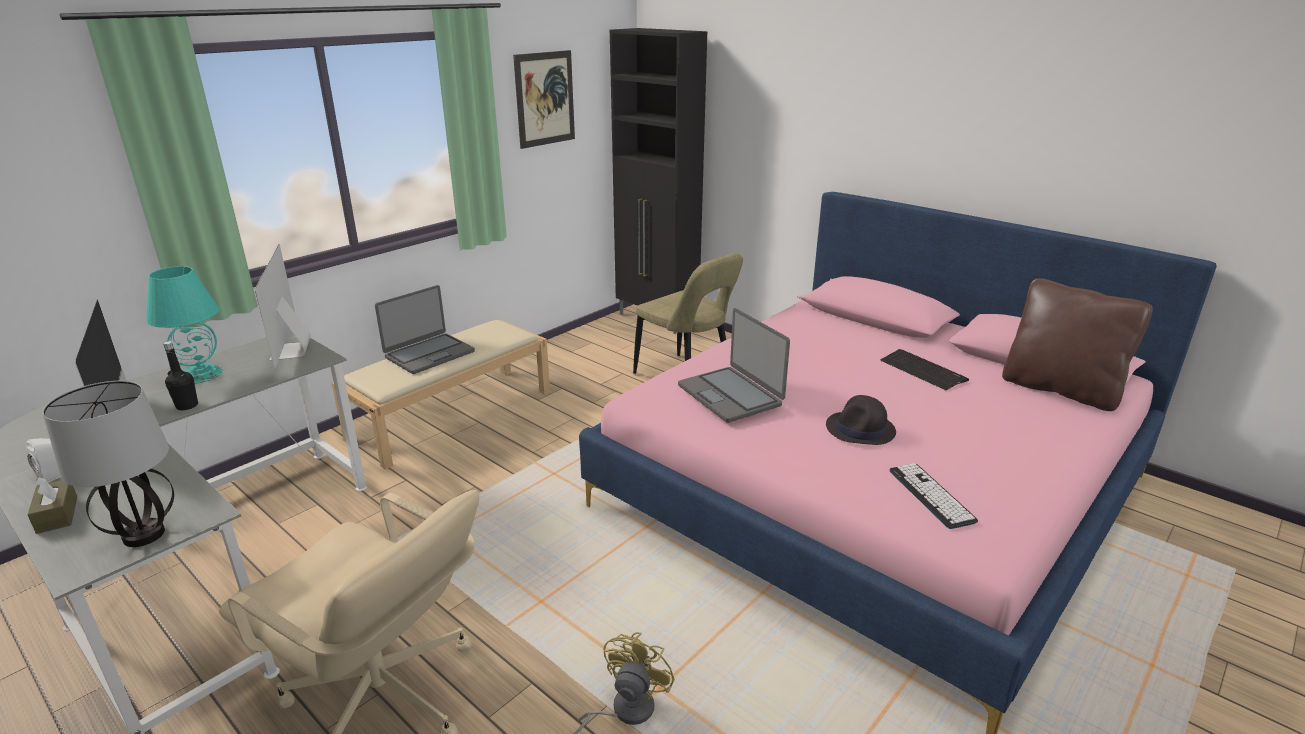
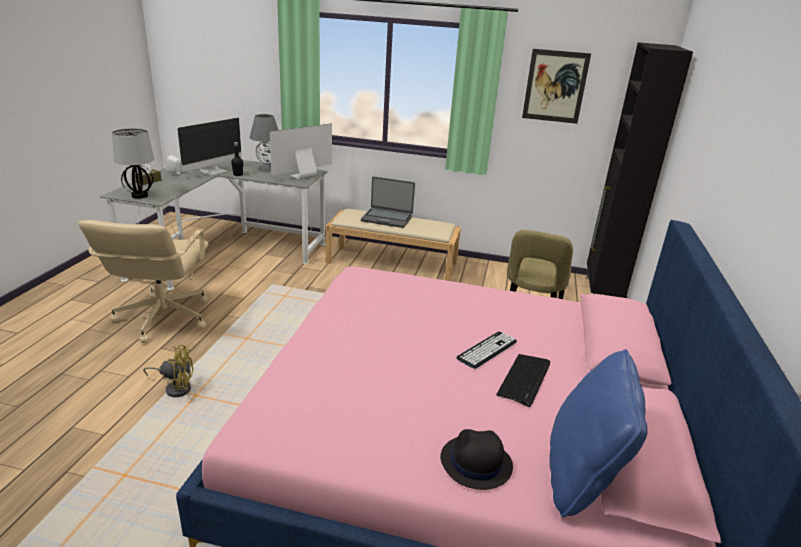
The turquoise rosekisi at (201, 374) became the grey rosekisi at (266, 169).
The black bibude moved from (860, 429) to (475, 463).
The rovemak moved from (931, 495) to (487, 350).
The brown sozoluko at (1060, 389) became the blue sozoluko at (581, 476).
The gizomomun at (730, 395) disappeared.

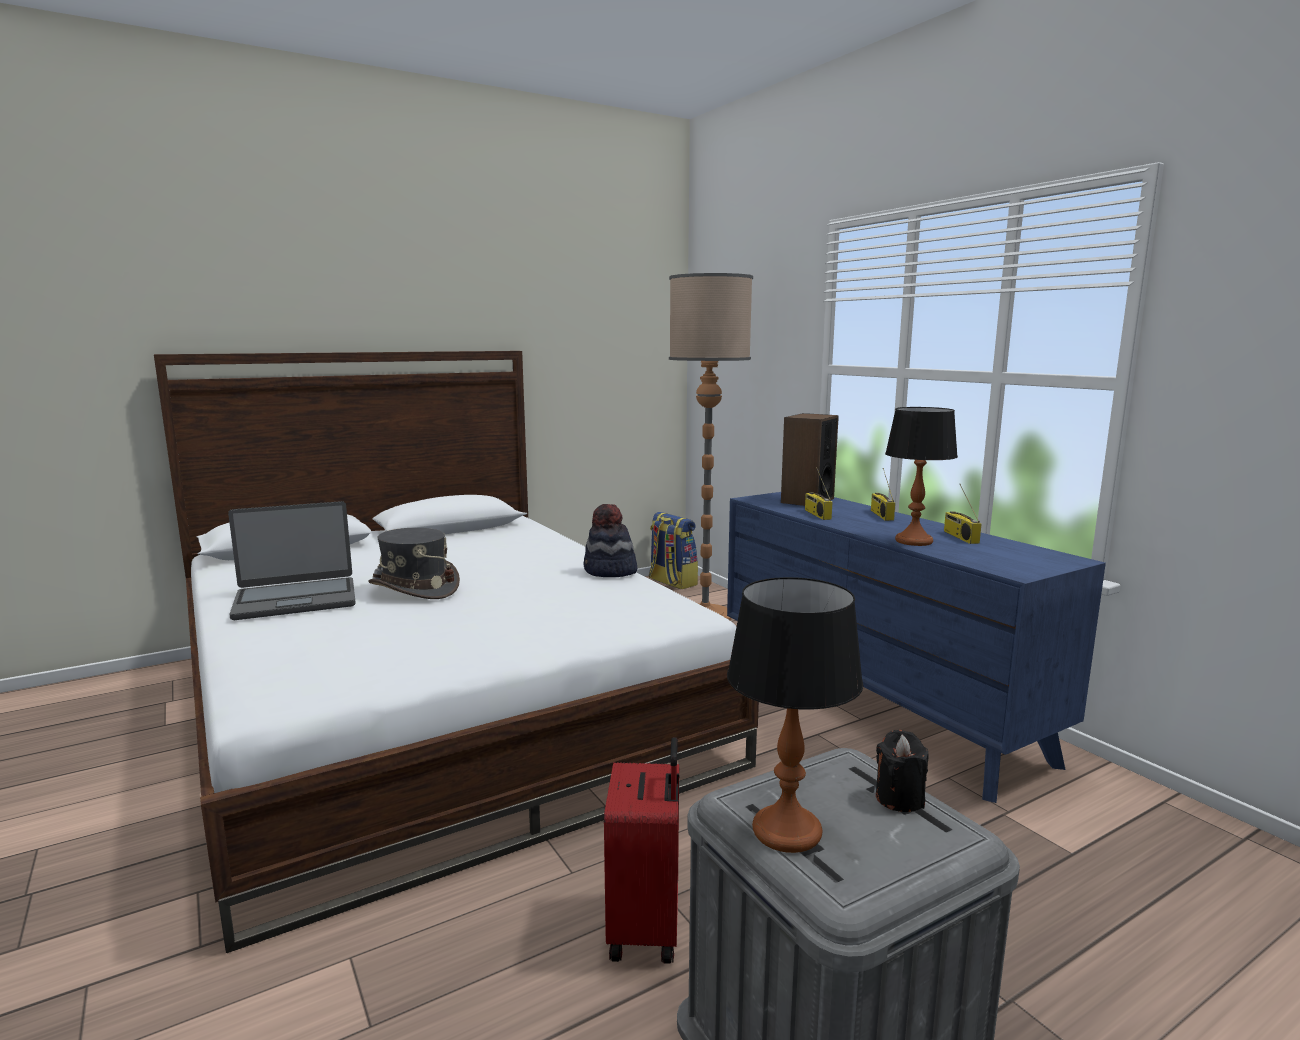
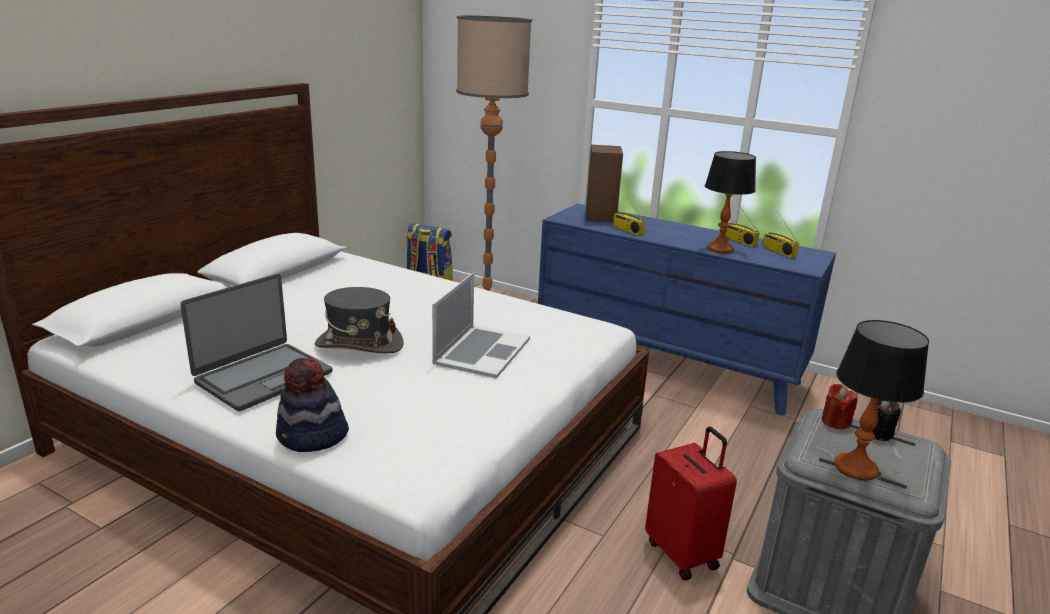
The bibude moved from (610, 571) to (312, 437).
The gizomomun at (482, 351) appeared.
The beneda moved from (880, 515) to (778, 251).
The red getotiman at (835, 422) appeared.

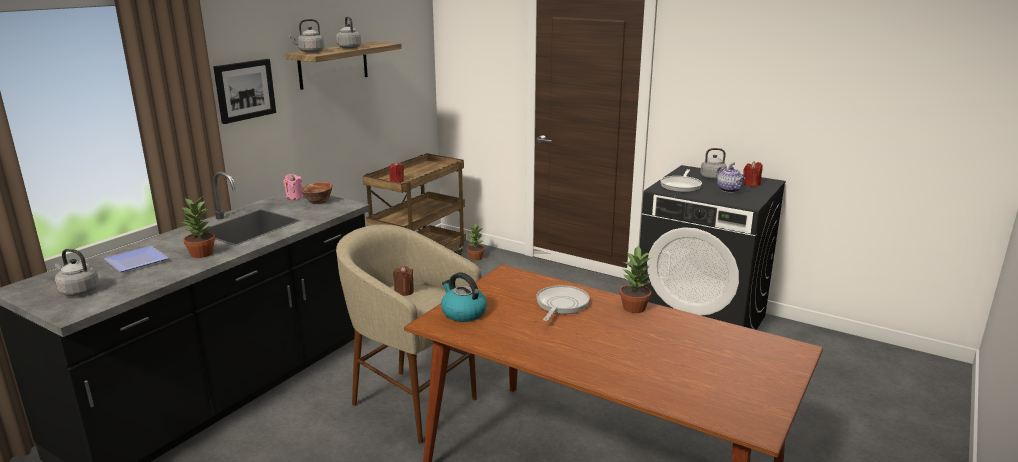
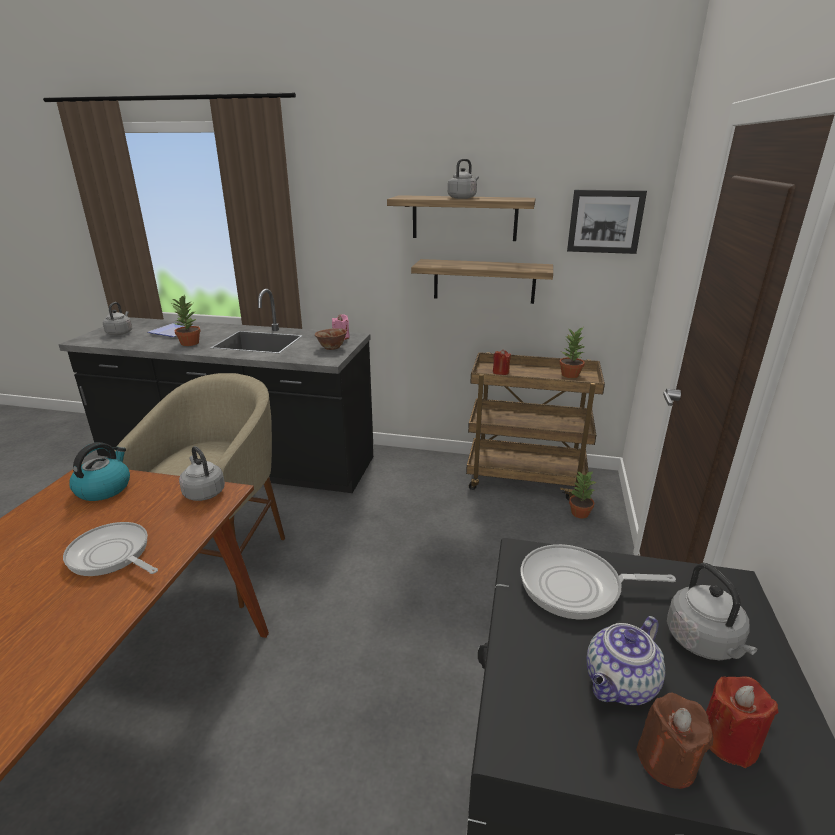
The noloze at (561, 305) turned 150 degrees counterclockwise.
The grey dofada moved from (310, 52) to (203, 492).
The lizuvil at (484, 281) appeared.
The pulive moved from (634, 308) to (570, 375).
The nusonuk moved from (244, 90) to (605, 221).
The brown getotiman moved from (404, 292) to (667, 760).

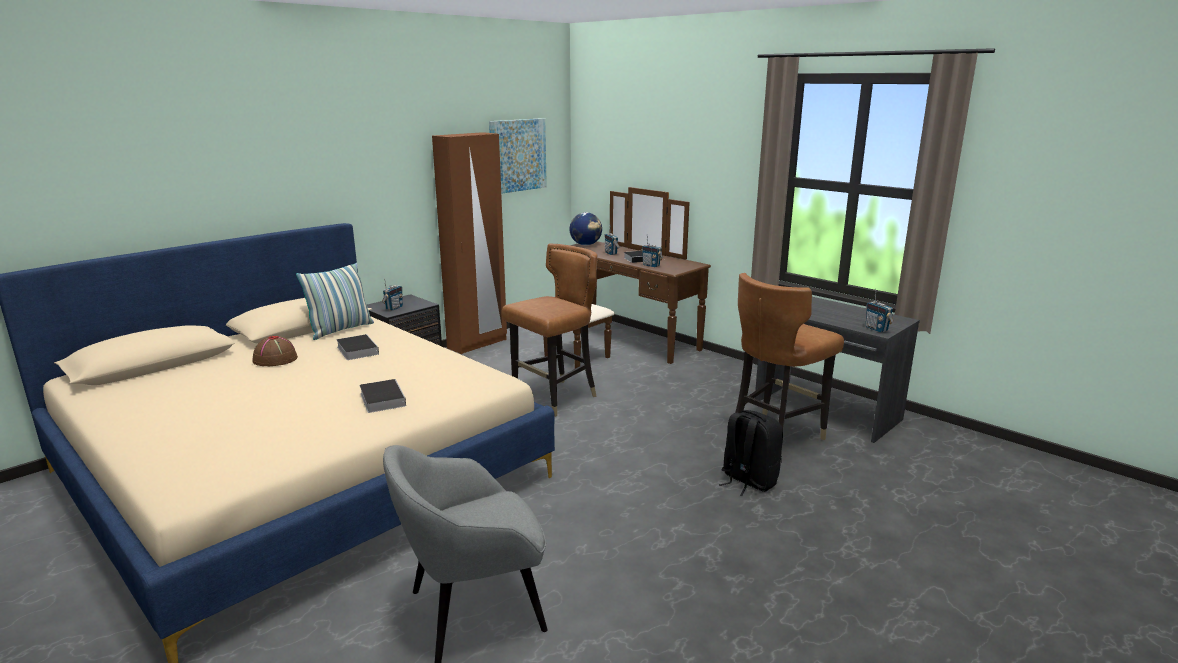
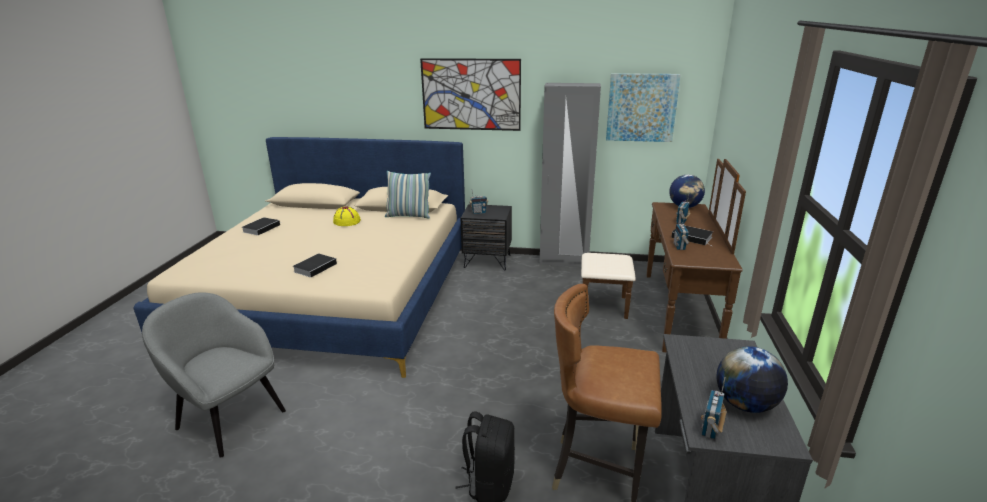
The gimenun moved from (357, 350) to (262, 228).
The brown bibude at (275, 359) became the yellow bibude at (346, 221).
The nusonuk at (471, 94) appeared.
The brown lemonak at (477, 344) became the grey lemonak at (564, 262).
The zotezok at (745, 405) appeared.
The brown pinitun at (555, 398) disappeared.

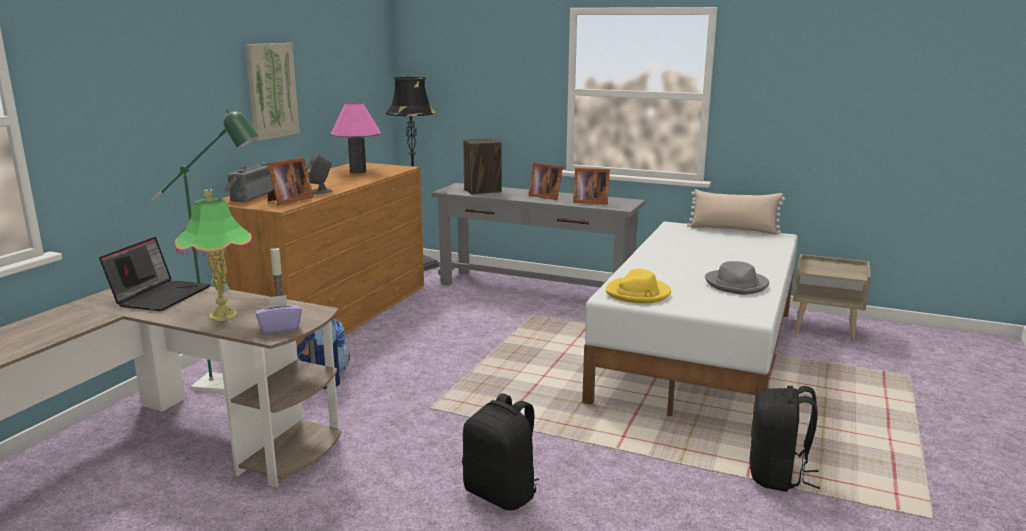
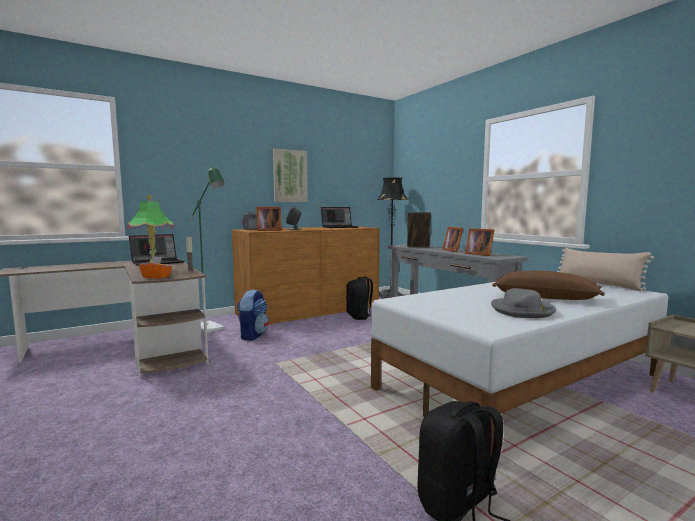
The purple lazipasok at (279, 328) became the orange lazipasok at (156, 277).
The pink rosekisi at (358, 171) was replaced by the gizomomun at (340, 227).
The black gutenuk moved from (502, 494) to (359, 317).
The brown sozoluko at (545, 297) appeared.
The yellow bibude at (638, 293) disappeared.

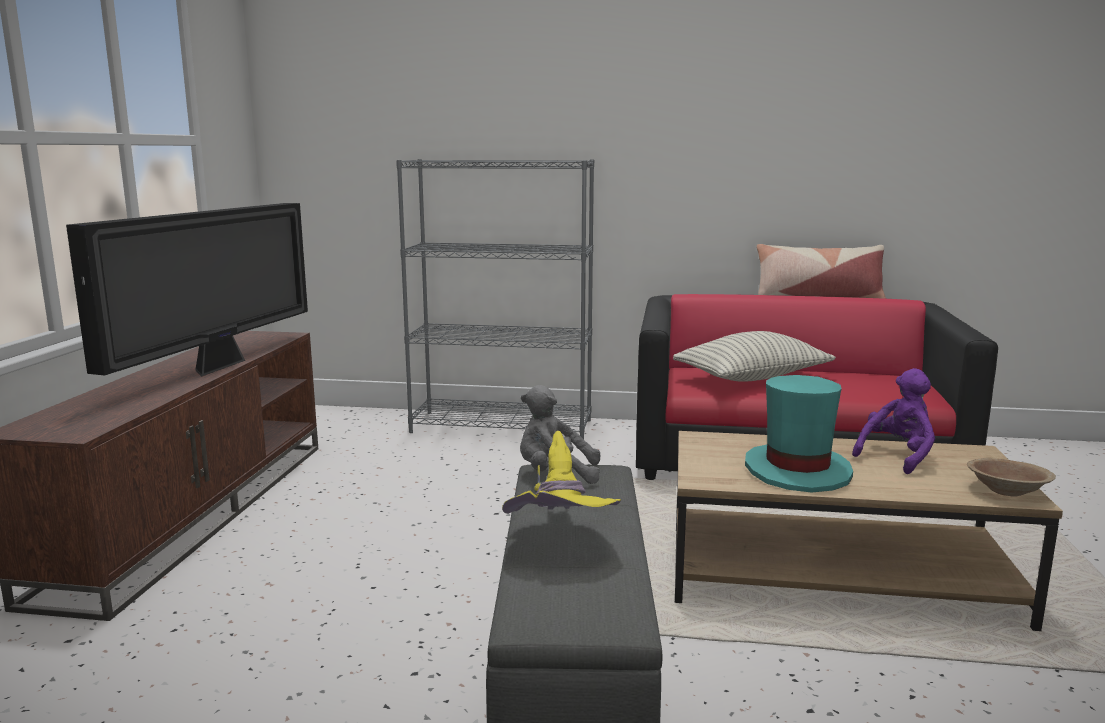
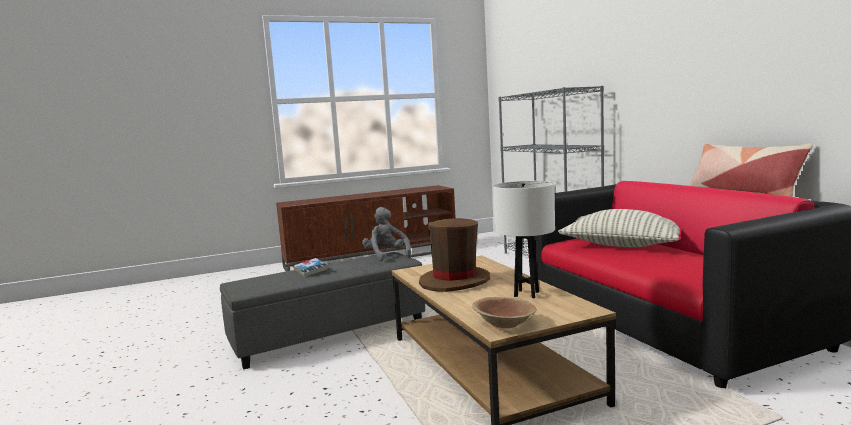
The yellow bibude at (559, 542) was replaced by the gimenun at (311, 271).
The turquoise bibude at (797, 470) became the brown bibude at (455, 281).
The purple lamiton at (897, 456) was replaced by the white rosekisi at (527, 294).
The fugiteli at (219, 366) disappeared.

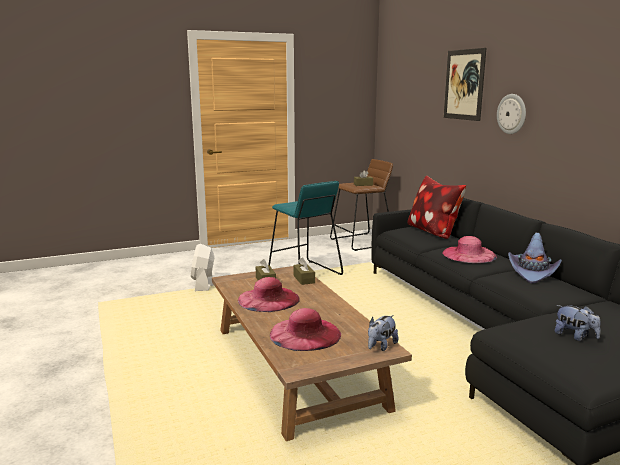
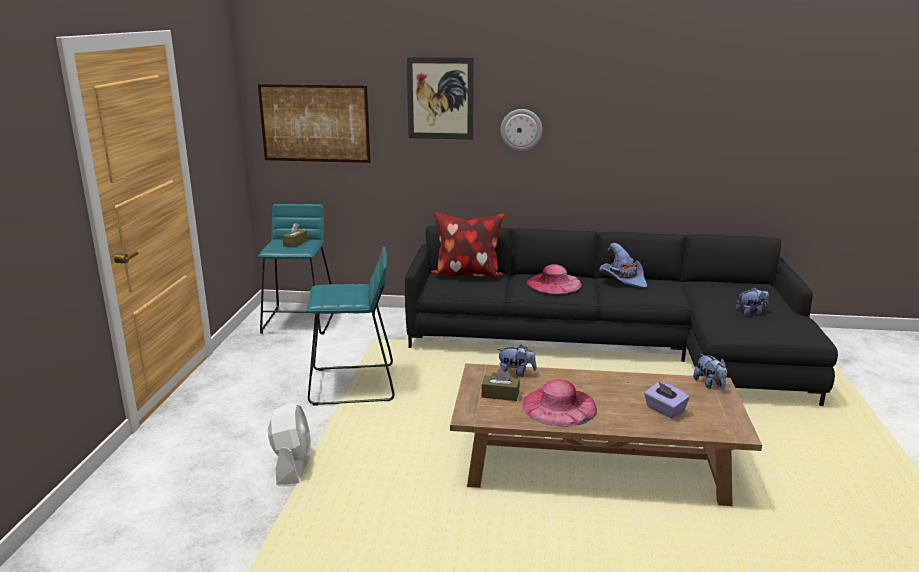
The nusonuk at (315, 123) appeared.
The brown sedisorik at (361, 242) became the turquoise sedisorik at (300, 321).
The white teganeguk at (203, 284) turned 120 degrees counterclockwise.
The brown lazipasok at (304, 279) was replaced by the lamiton at (516, 373).
The pink bibude at (305, 334) was replaced by the purple lazipasok at (664, 410).

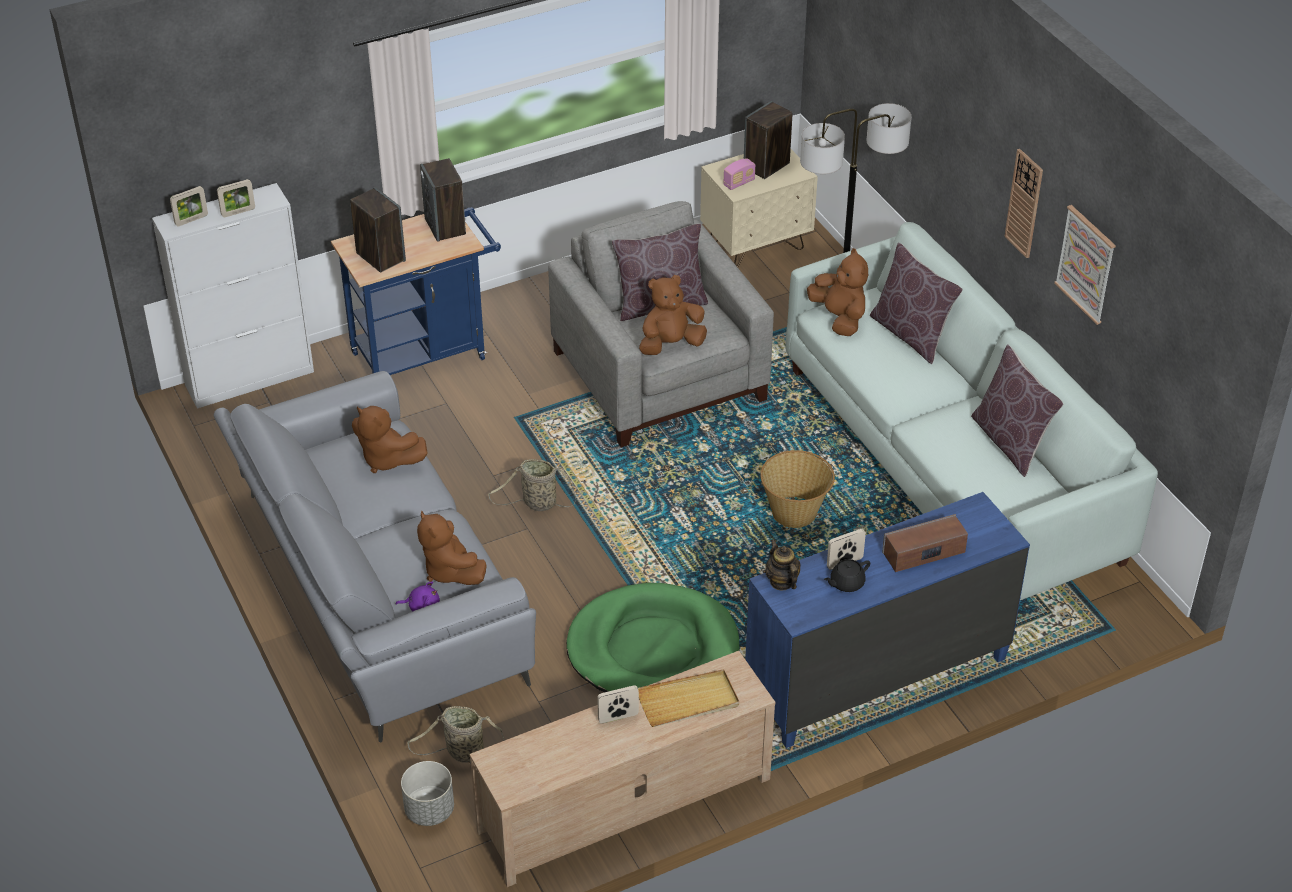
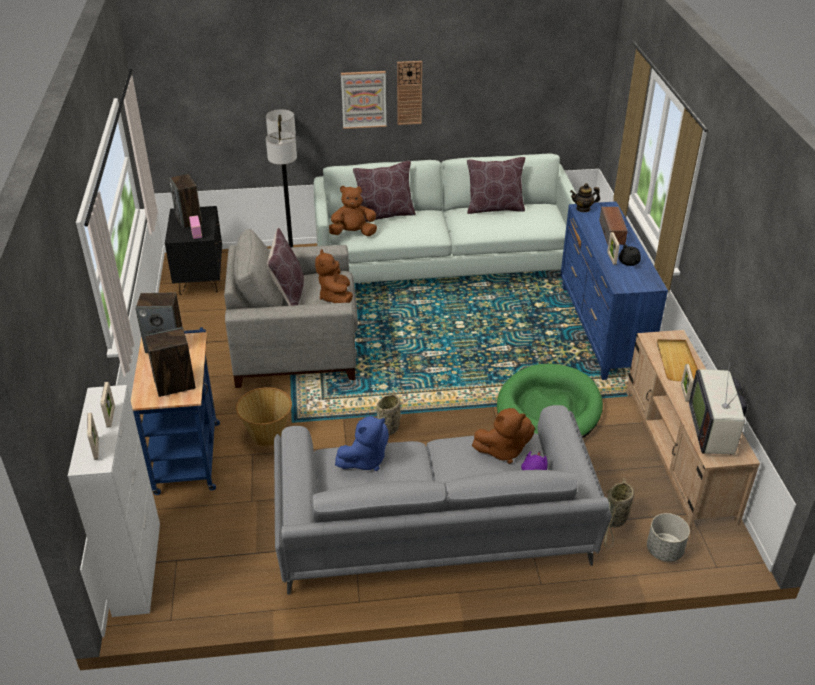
The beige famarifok at (756, 246) became the black famarifok at (200, 278).
The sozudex moved from (795, 512) to (267, 434).
The brown lamiton at (386, 459) became the blue lamiton at (365, 460).
The nusonuk moved from (1086, 264) to (363, 99).
The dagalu moved from (782, 582) to (583, 208).
The fugiteli at (714, 430) appeared.

